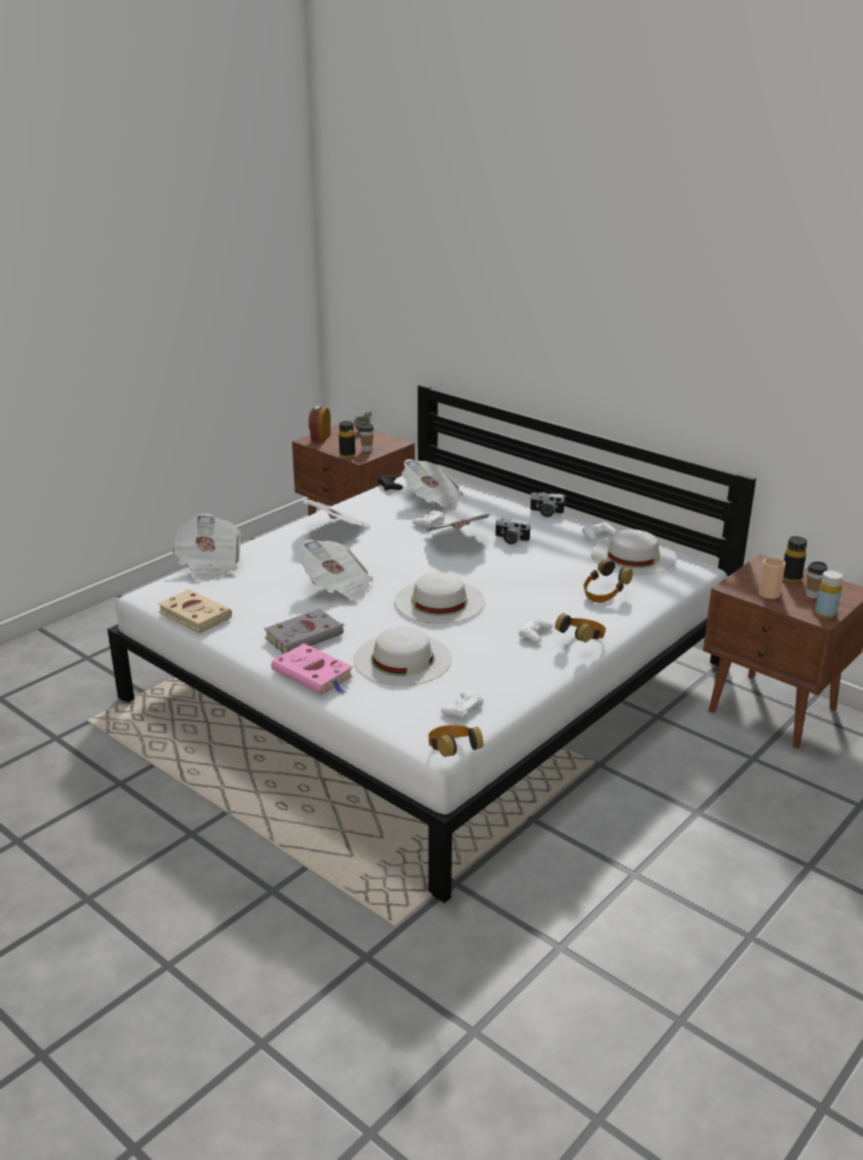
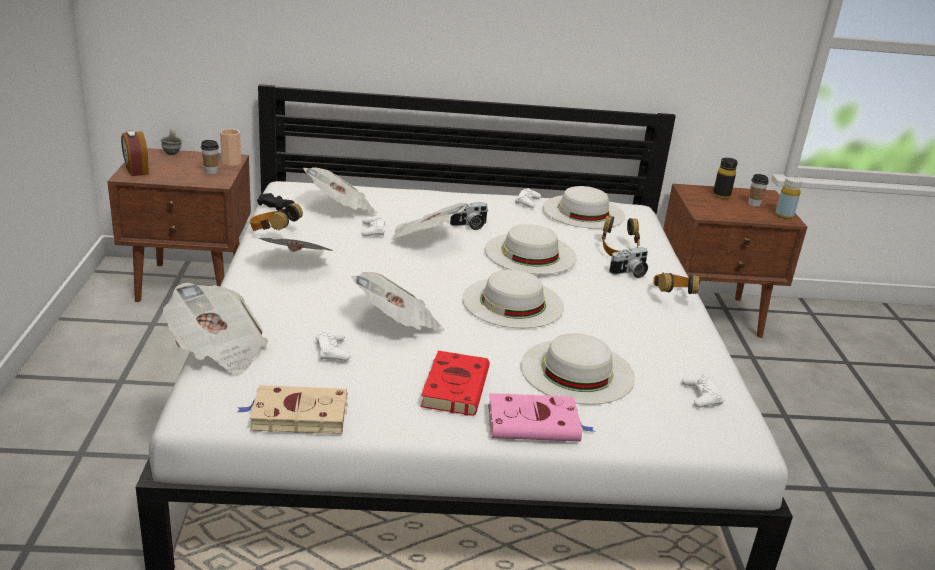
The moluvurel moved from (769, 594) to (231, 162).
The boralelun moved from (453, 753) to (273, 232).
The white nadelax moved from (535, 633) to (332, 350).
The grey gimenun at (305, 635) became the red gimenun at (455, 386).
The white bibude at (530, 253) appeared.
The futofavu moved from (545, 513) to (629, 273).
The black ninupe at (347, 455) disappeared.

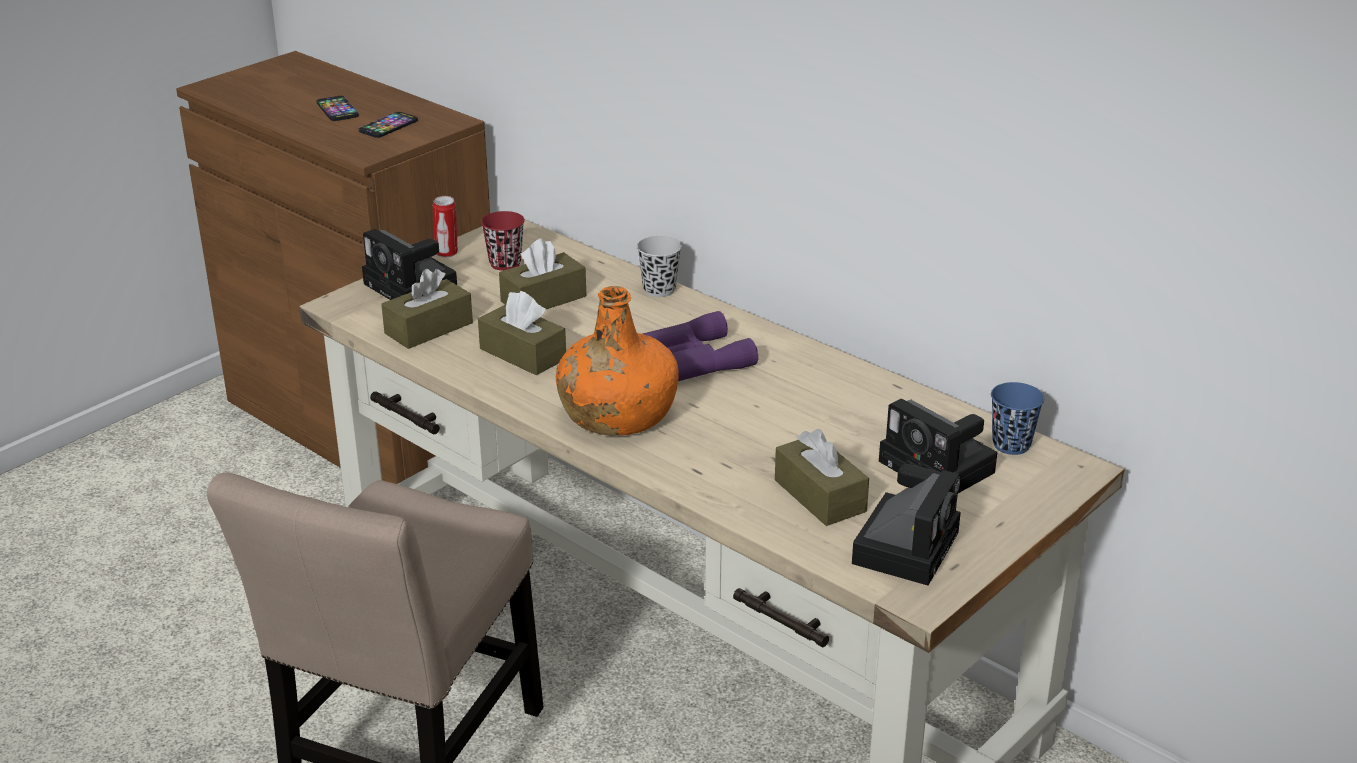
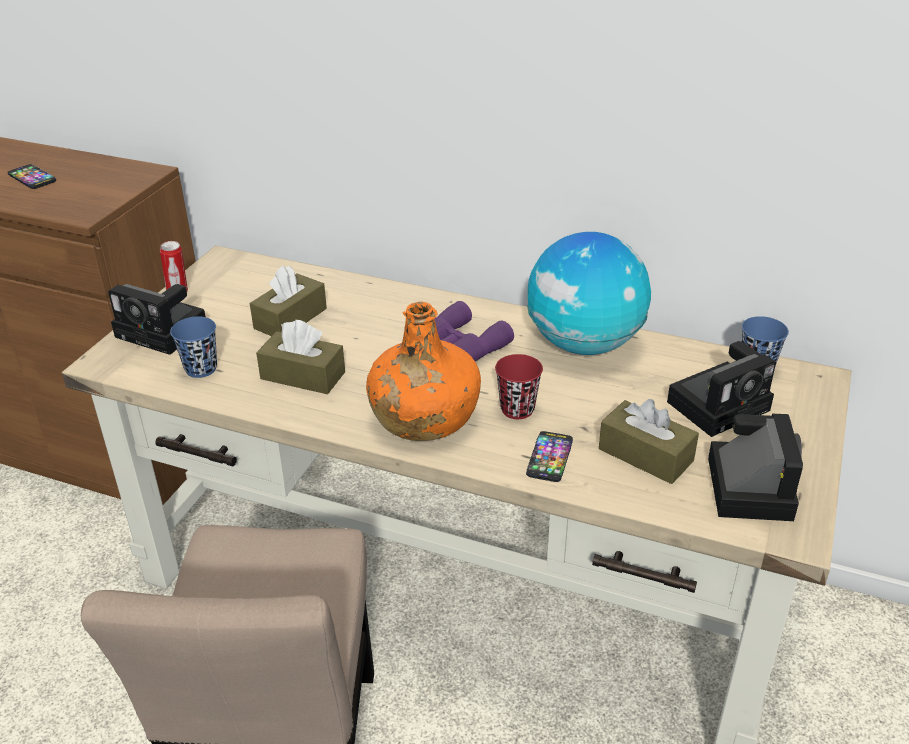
The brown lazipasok at (428, 328) was replaced by the blue moluvurel at (201, 369).
The red moluvurel moved from (505, 264) to (517, 409).
The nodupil moved from (388, 126) to (549, 457).
The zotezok at (584, 344) appeared.
The futofavu at (941, 468) turned 60 degrees counterclockwise.
The black moluvurel at (659, 290) disappeared.

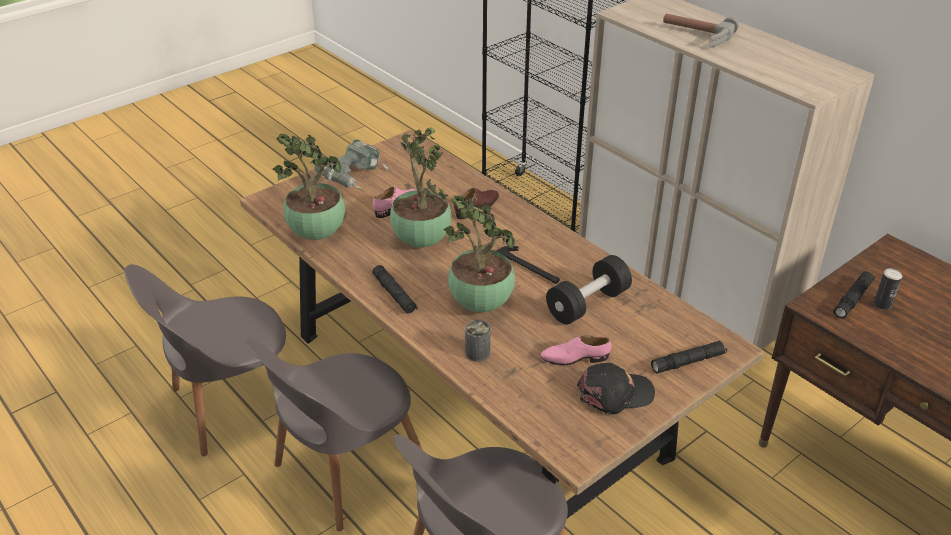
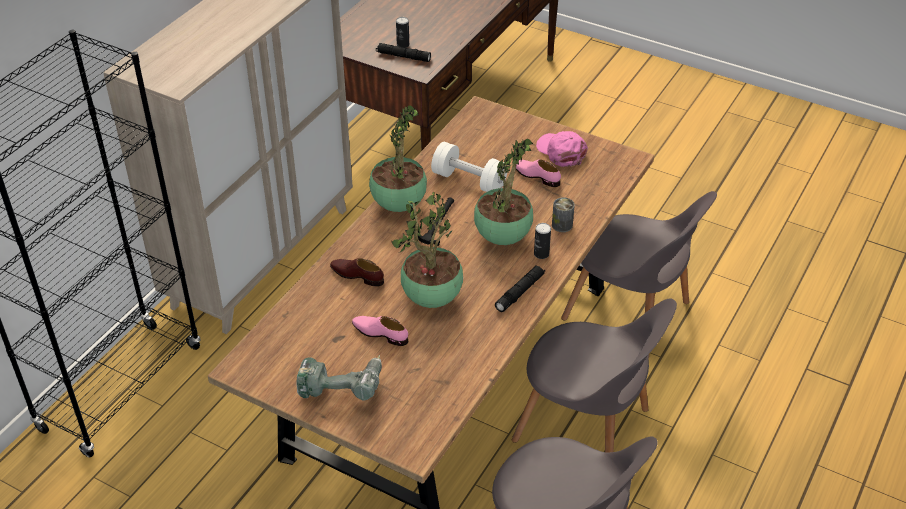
The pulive moved from (319, 234) to (399, 204).
The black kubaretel at (587, 304) became the white kubaretel at (469, 180).
The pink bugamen at (574, 358) turned 150 degrees clockwise.
The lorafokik at (541, 254) appeared.
The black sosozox at (615, 394) became the pink sosozox at (561, 152).
The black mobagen at (688, 362) disappeared.
The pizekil at (694, 36) disappeared.

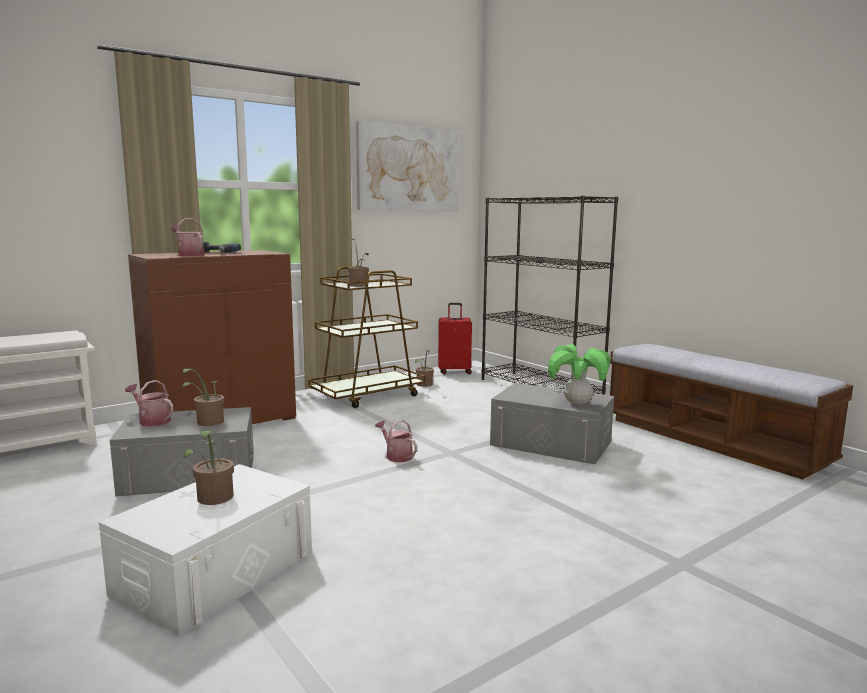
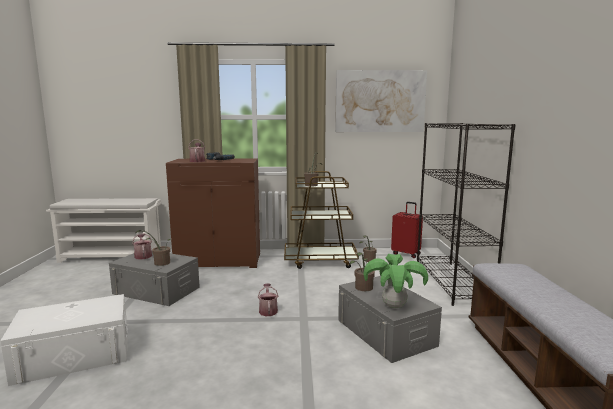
The pulive moved from (213, 499) to (362, 288).

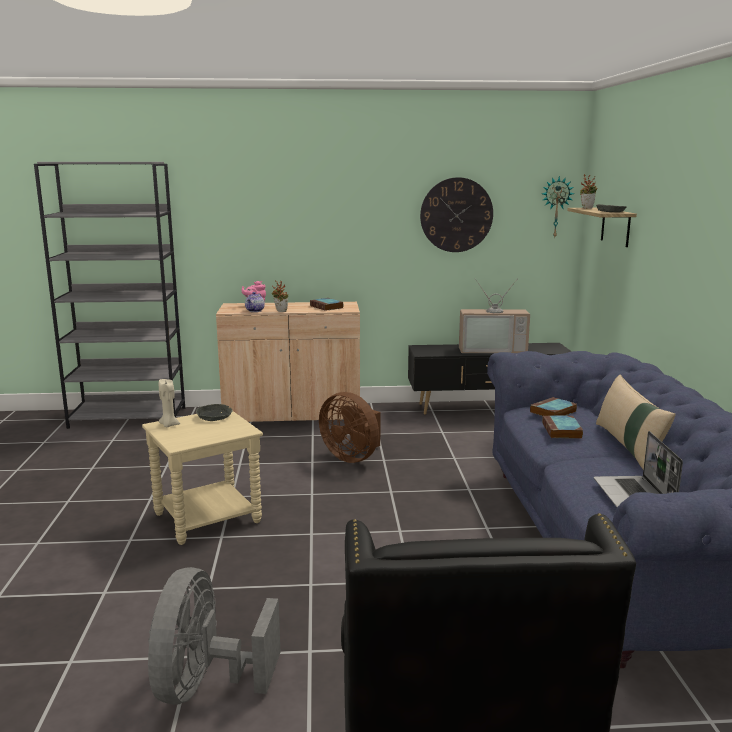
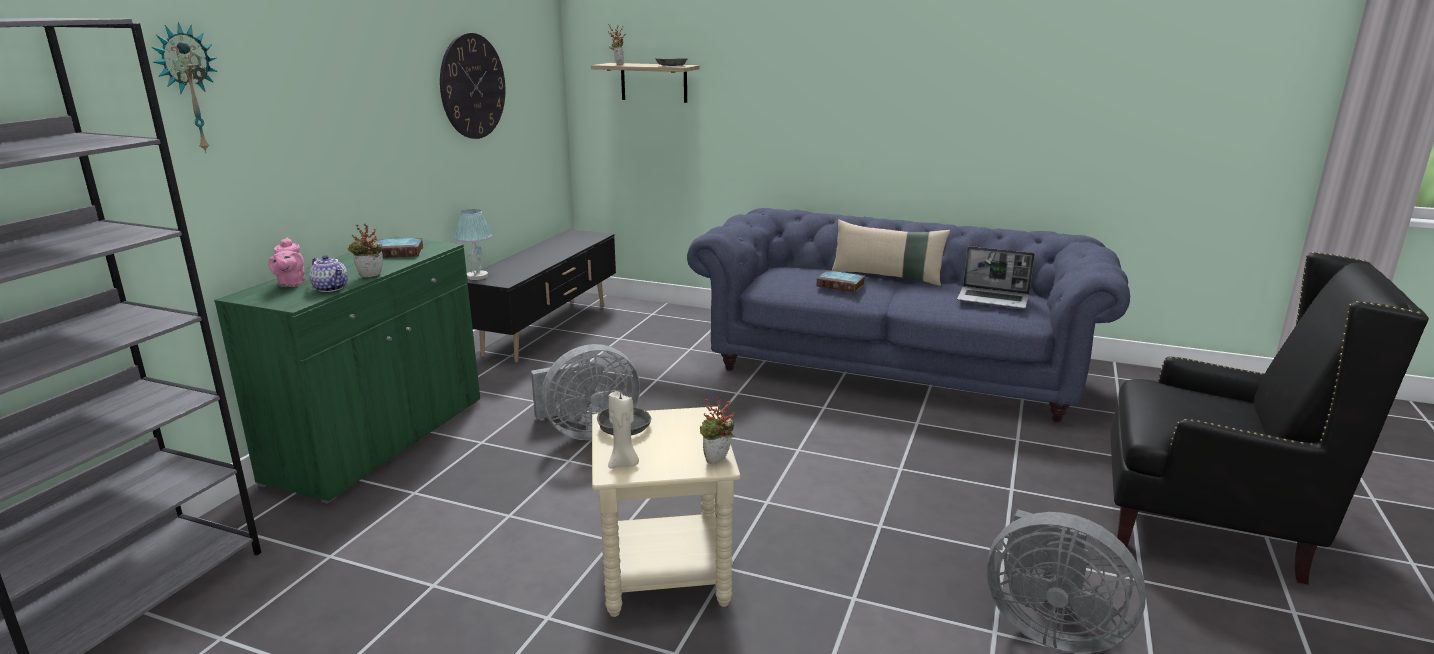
The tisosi moved from (556, 207) to (188, 89).
The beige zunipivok at (292, 414) became the green zunipivok at (379, 440).
The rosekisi at (477, 276) appeared.
The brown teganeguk at (352, 457) became the grey teganeguk at (586, 432).
The pulive at (717, 461) appeared.
The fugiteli at (492, 349) disappeared.
The gimenun at (553, 412) disappeared.

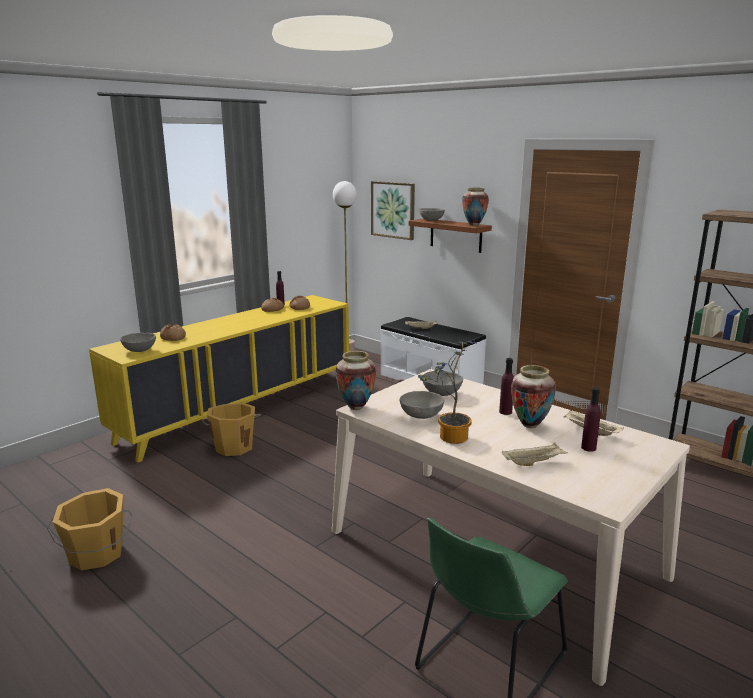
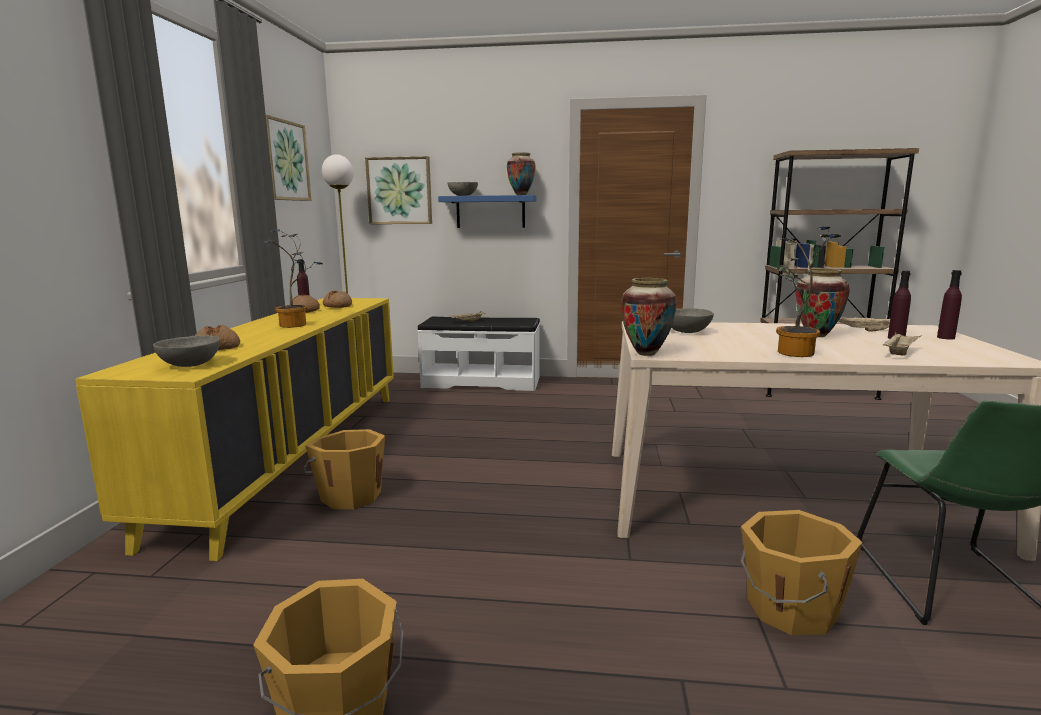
The pulive at (297, 325) appeared.
The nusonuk at (285, 161) appeared.
The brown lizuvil at (455, 235) became the blue lizuvil at (490, 212).
The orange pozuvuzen at (789, 609) appeared.
The purple ninupe moved from (505, 412) to (945, 337).
The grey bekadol at (422, 416) disappeared.

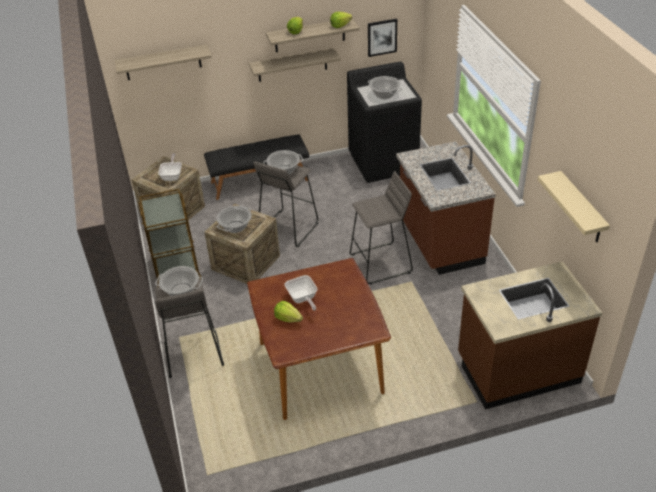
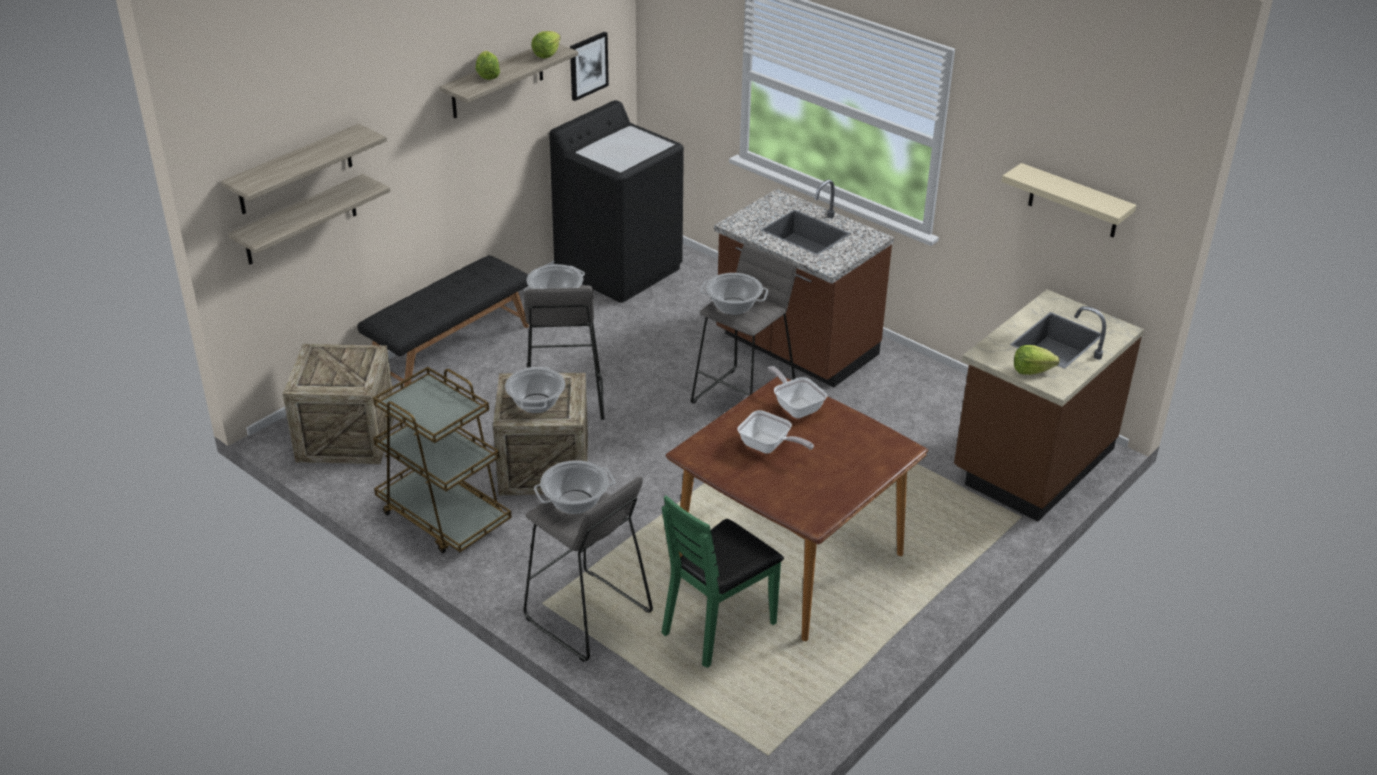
The lizuvil moved from (292, 65) to (300, 220).
The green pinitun at (718, 626) appeared.
The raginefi moved from (384, 94) to (734, 306).
The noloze moved from (172, 176) to (796, 407).
The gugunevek moved from (288, 318) to (1031, 370).

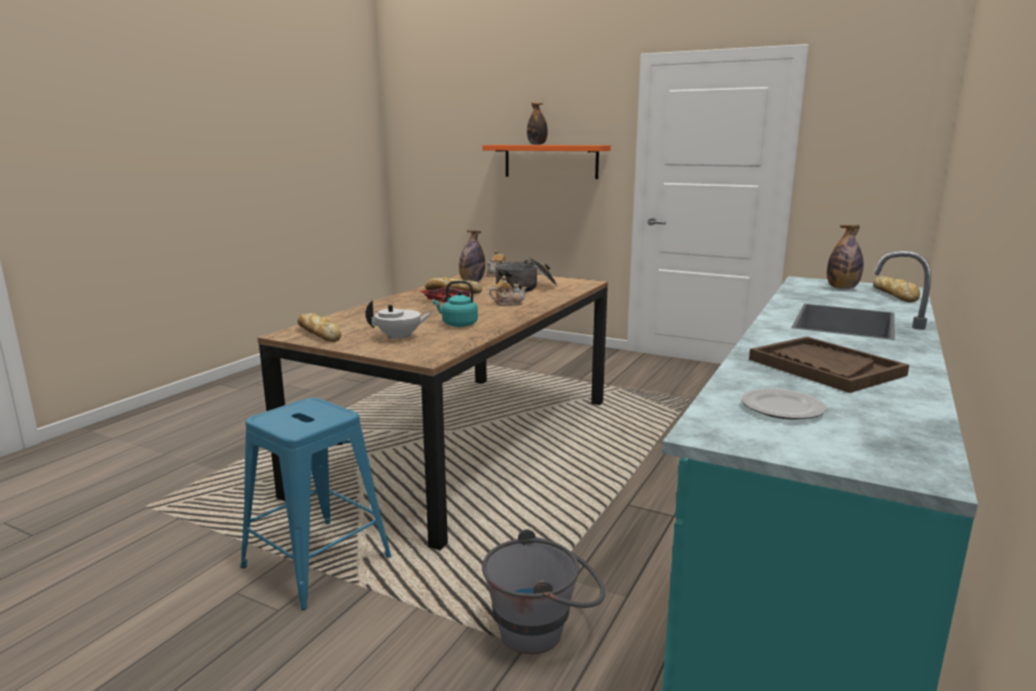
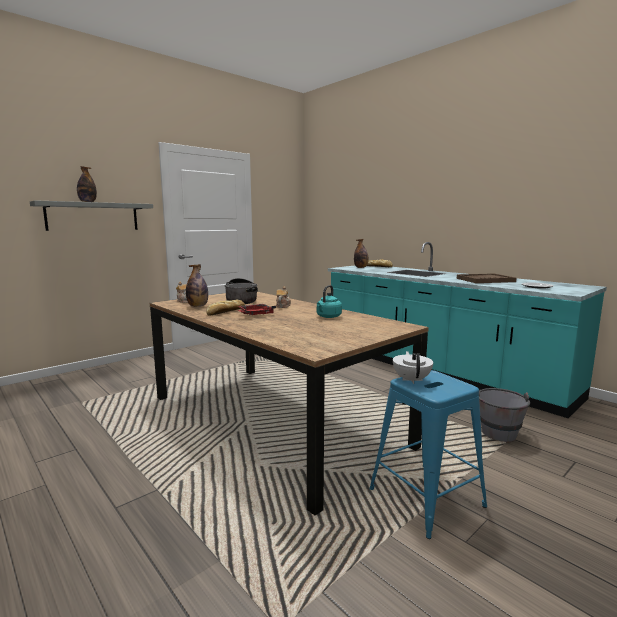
The orange lizuvil at (550, 161) became the grey lizuvil at (93, 216).
The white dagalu moved from (400, 337) to (412, 380).
The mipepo at (318, 334) disappeared.

